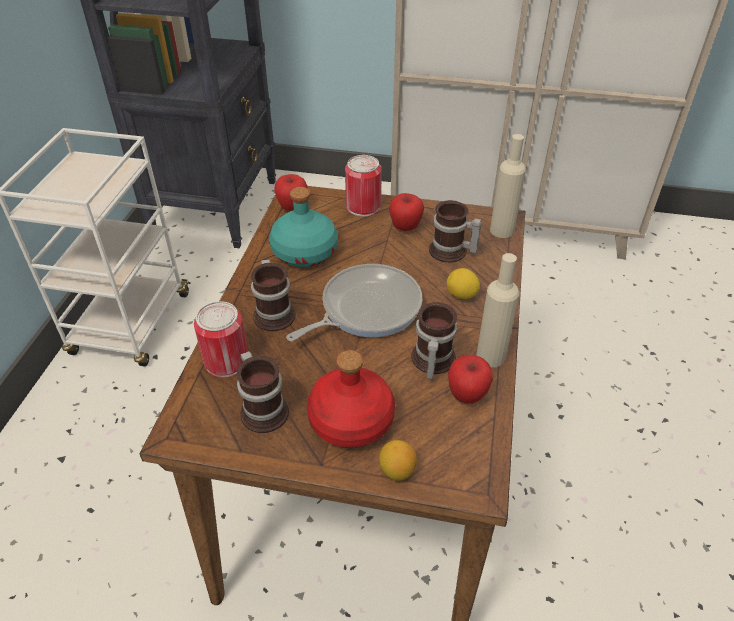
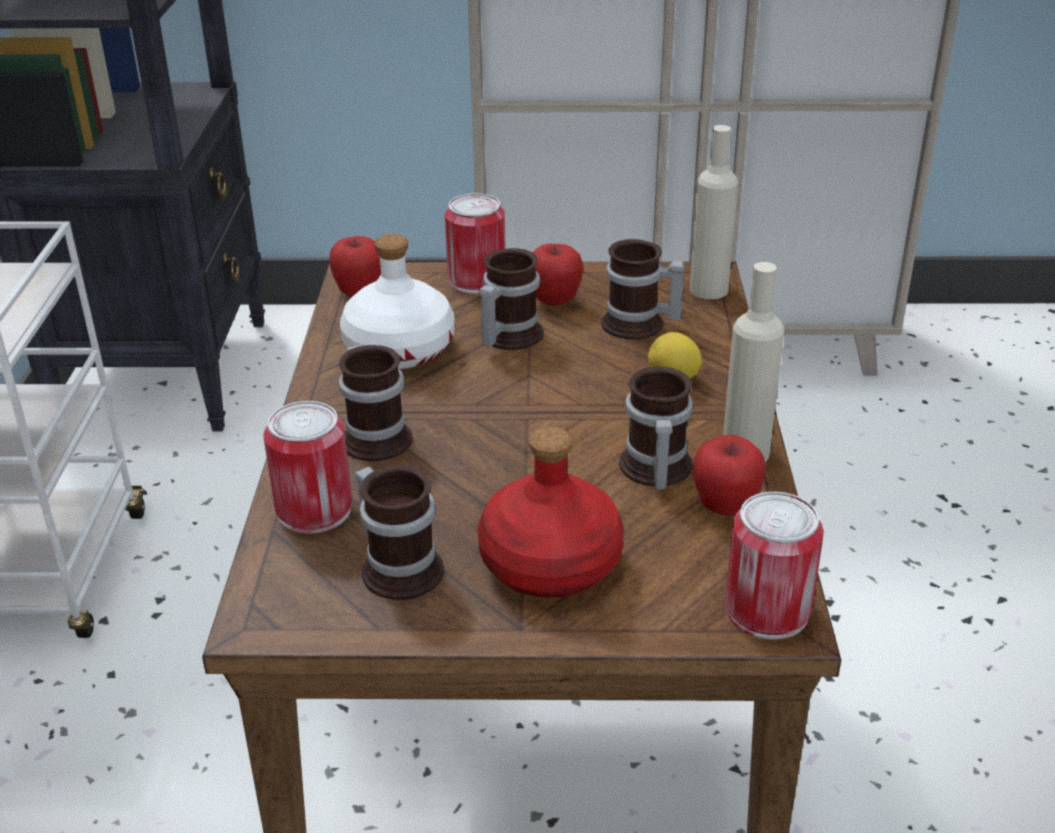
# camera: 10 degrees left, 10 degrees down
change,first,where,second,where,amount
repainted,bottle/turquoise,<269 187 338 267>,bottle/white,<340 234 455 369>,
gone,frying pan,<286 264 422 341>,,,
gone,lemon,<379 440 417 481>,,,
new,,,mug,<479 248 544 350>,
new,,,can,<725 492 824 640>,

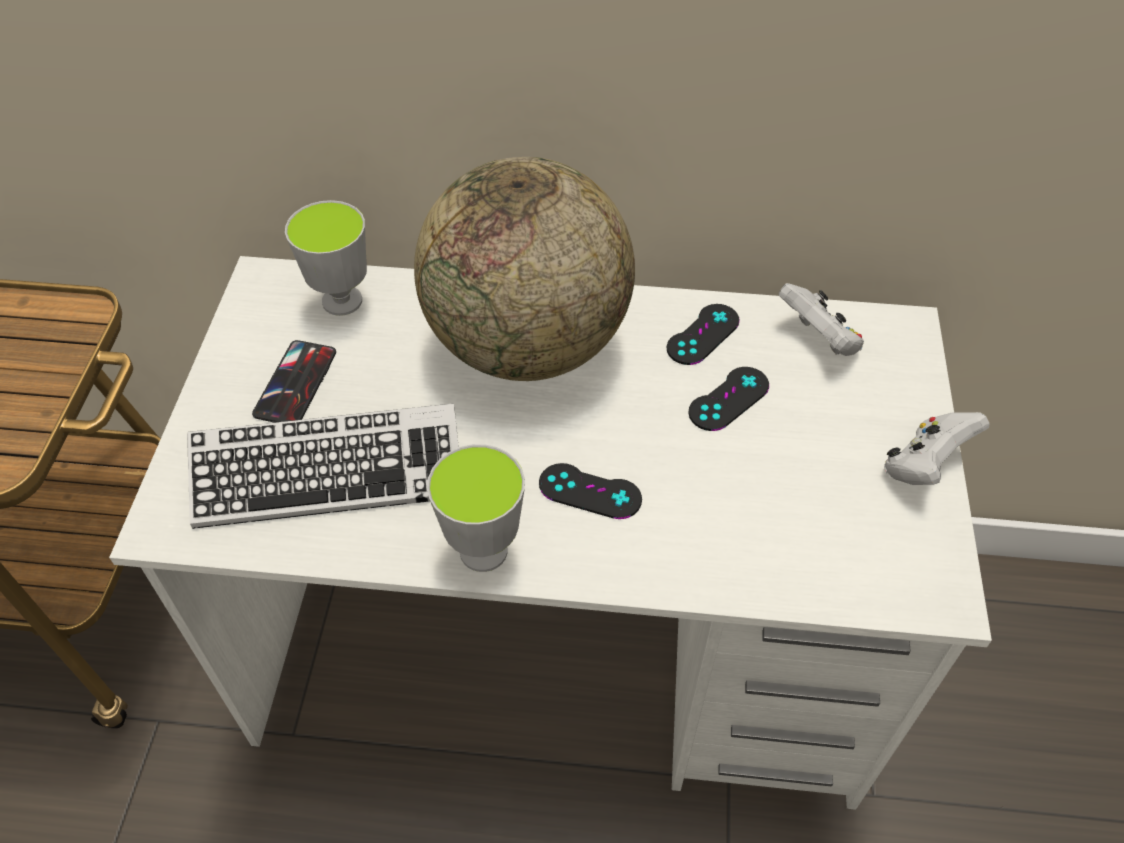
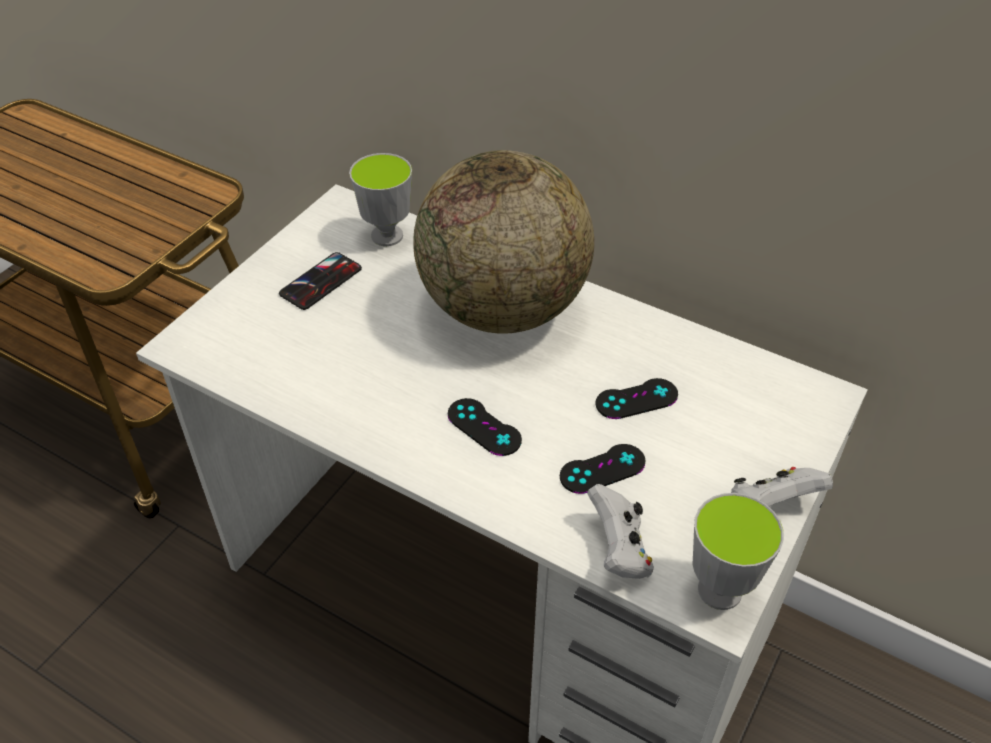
# camera: 25 degrees right, 5 degrees down
change,first,where,second,where,amount
gone,keyboard,<187 403 459 529>,,,
shifted,cup,<427 444 525 572>,,<692 493 784 610>,
shifted,game controller/black,<667 304 740 365>,,<560 444 645 494>,
shifted,game controller/white,<778 283 864 356>,,<587 484 654 579>,

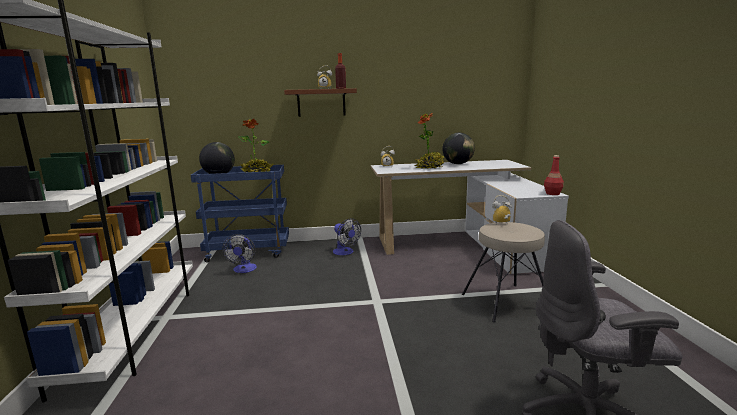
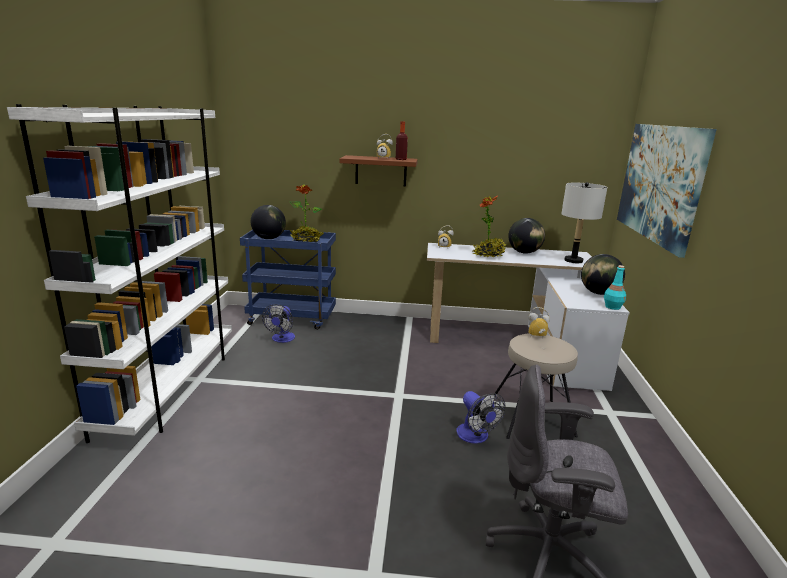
# camera: 10 degrees right, 5 degrees up
change,first,where,second,where,amount
shifted,fan,<333 218 361 255>,,<456 391 505 444>,
repainted,bottle/red,<544 155 564 195>,bottle/turquoise,<604 265 626 310>,
new,,,table lamp/grey,<561 182 607 263>,
new,,,globe,<581 254 625 295>,
new,,,picture,<617 124 717 258>,

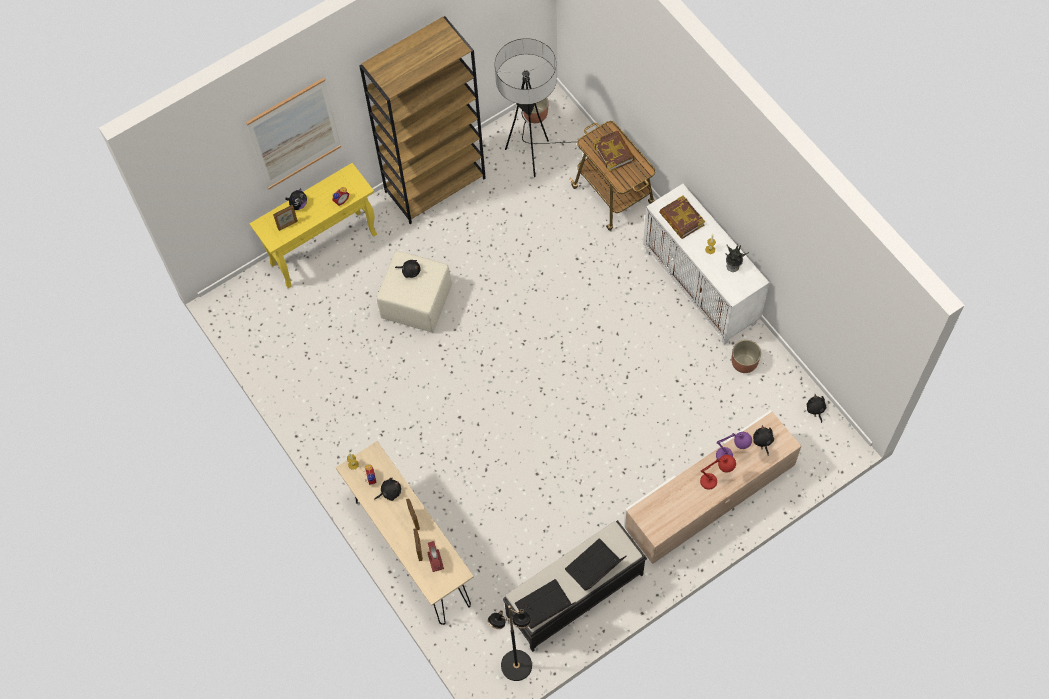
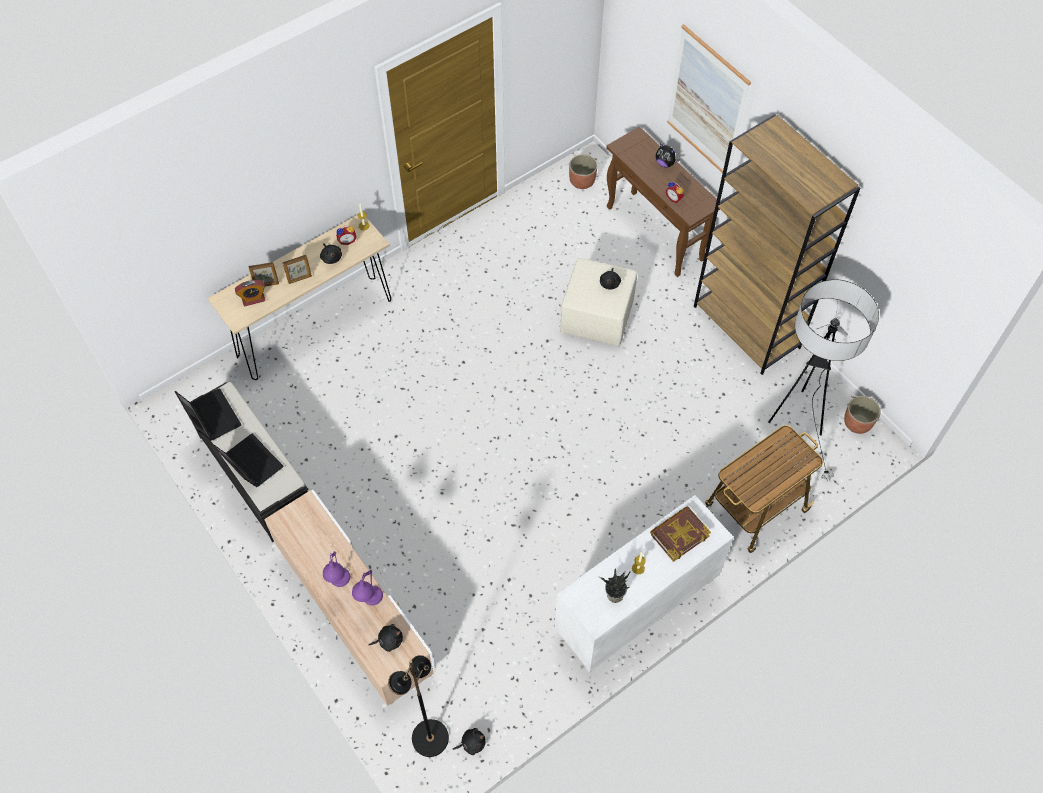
# camera: 85 degrees right, 5 degrees down
change,first,where,second,where,amount
repainted,console table/yellow,<249 163 377 288>,console table/brown,<606 126 720 277>,
gone,picture frame,<273 205 298 231>,,,
shifted,floor lamp/black,<488 606 532 681>,,<388 655 449 757>,
gone,book,<593 131 635 172>,,,
repainted,table lamp/red,<700 455 736 490>,table lamp/purple,<323 551 350 587>,
shifted,planter,<732 340 761 373>,,<569 154 597 189>,

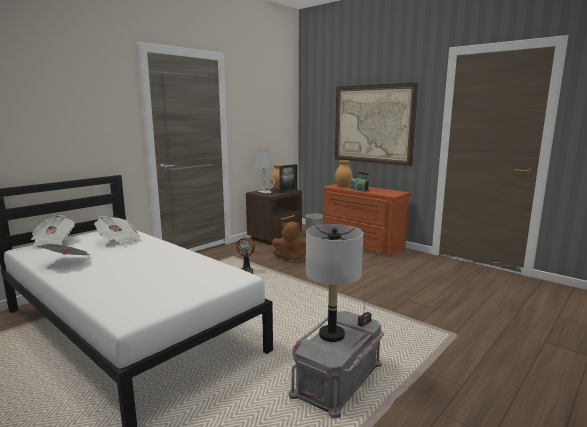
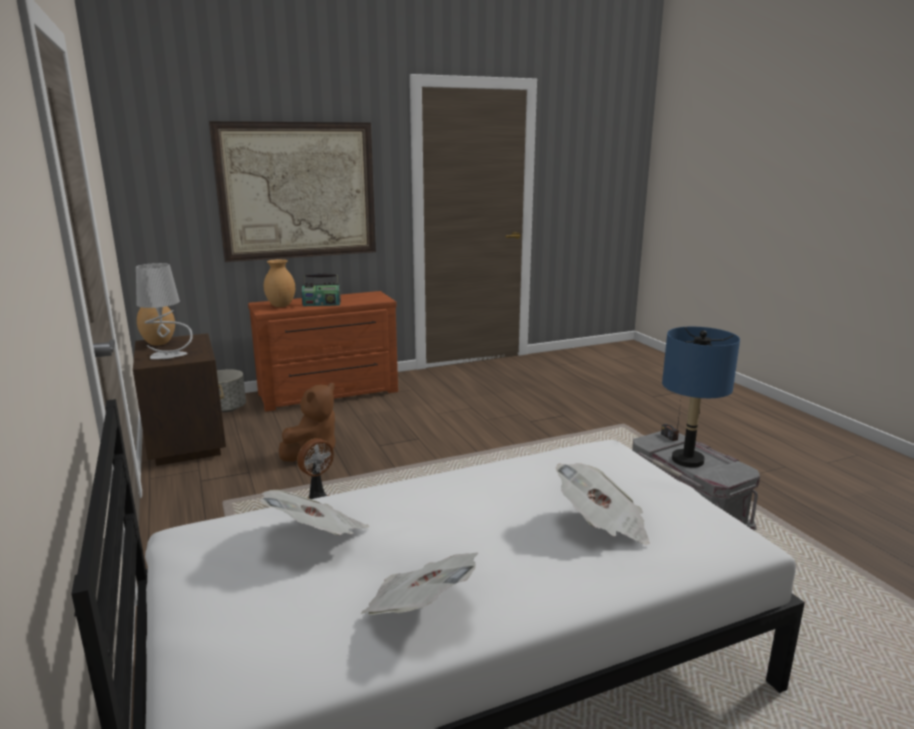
# camera: 65 degrees left, 5 degrees up
change,first,where,second,where,amount
shifted,newspaper,<31 215 75 250>,,<556 463 650 545>,
gone,picture frame,<279 164 297 193>,,,
repainted,table lamp/grey,<306 224 363 342>,table lamp/blue,<662 327 740 468>,

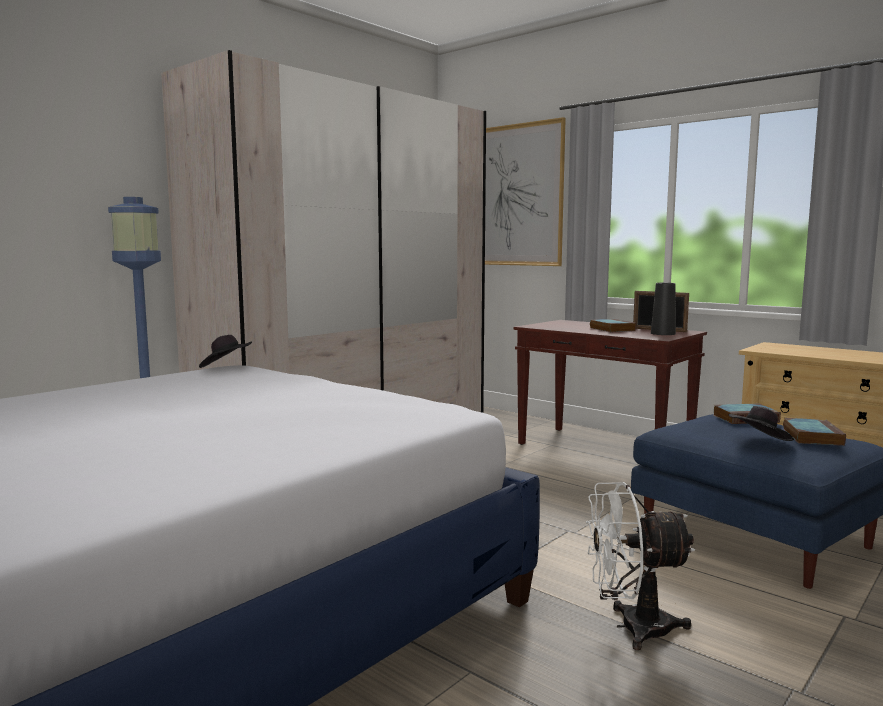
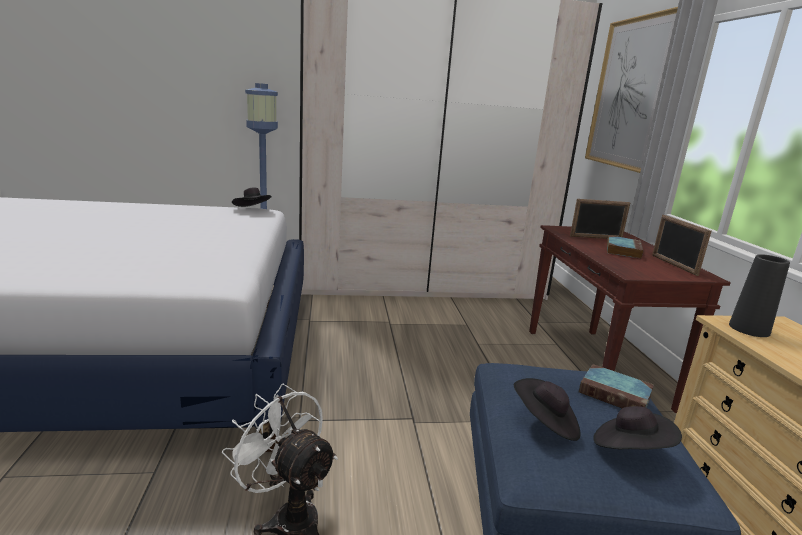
# camera: 40 degrees right, 10 degrees up
change,first,where,second,where,amount
shifted,vase/black,<651 283 676 335>,,<729 254 790 337>,
swapped,book,<783 418 846 446>,hat/black,<593 406 682 450>,
new,,,picture frame,<570 199 630 239>,

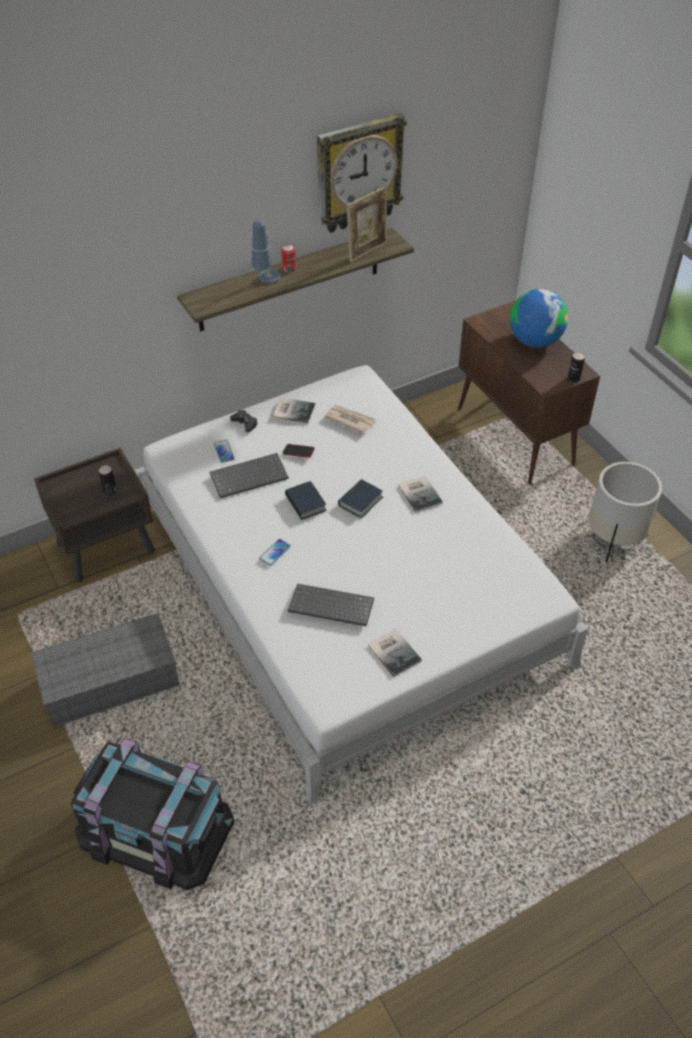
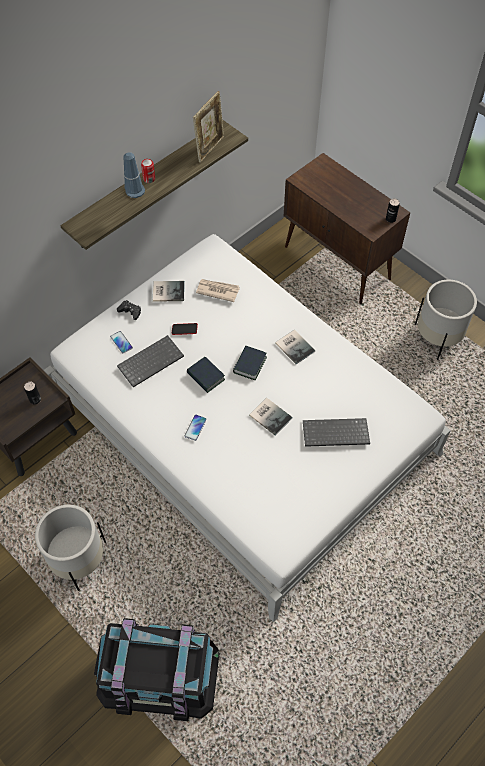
# camera: 15 degrees left, 10 degrees up
change,first,where,second,where,amount
swapped,storage box/grey,<31 613 180 728>,planter/white,<35 505 106 591>,
shifted,keyboard,<288 584 374 626>,,<303 418 370 447>,
gone,wall clock,<317 113 407 233>,,,
shifted,book,<368 629 422 677>,,<249 398 292 435>,
gone,globe,<510 289 568 347>,,,

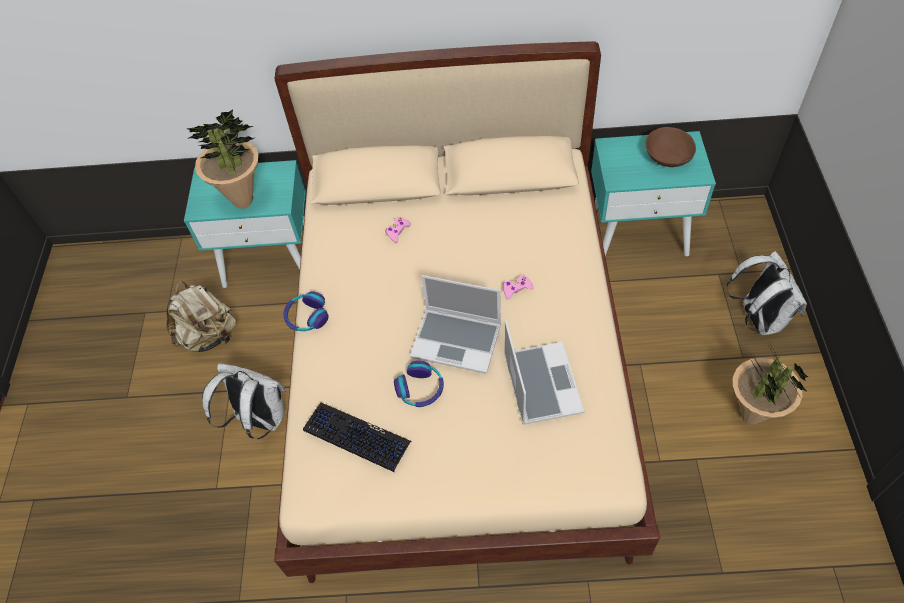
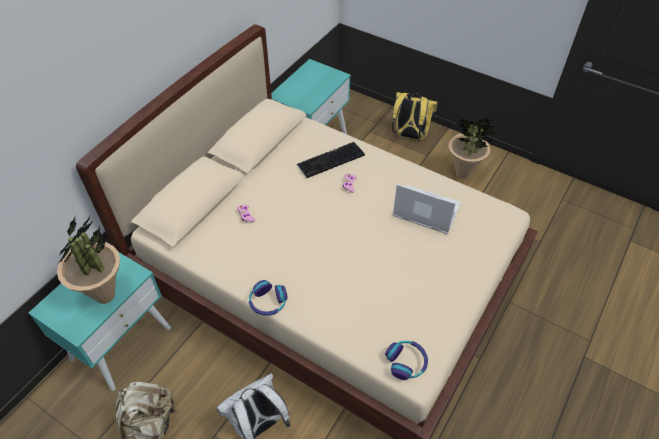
# camera: 60 degrees left, 5 degrees down
change,first,where,second,where,amount
shifted,keyboard,<303 403 411 472>,,<296 142 365 178>,
shifted,headphones,<394 361 444 407>,,<385 341 428 380>,
gone,laptop,<410 275 501 374>,,,
gone,bowl/brown,<645 127 696 167>,,,
repainted,backpack/white,<727 251 807 335>,backpack/yellow,<392 92 437 140>,

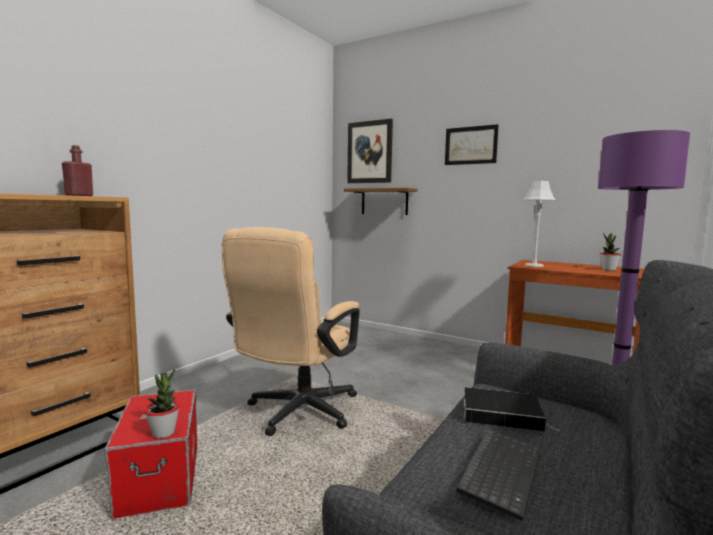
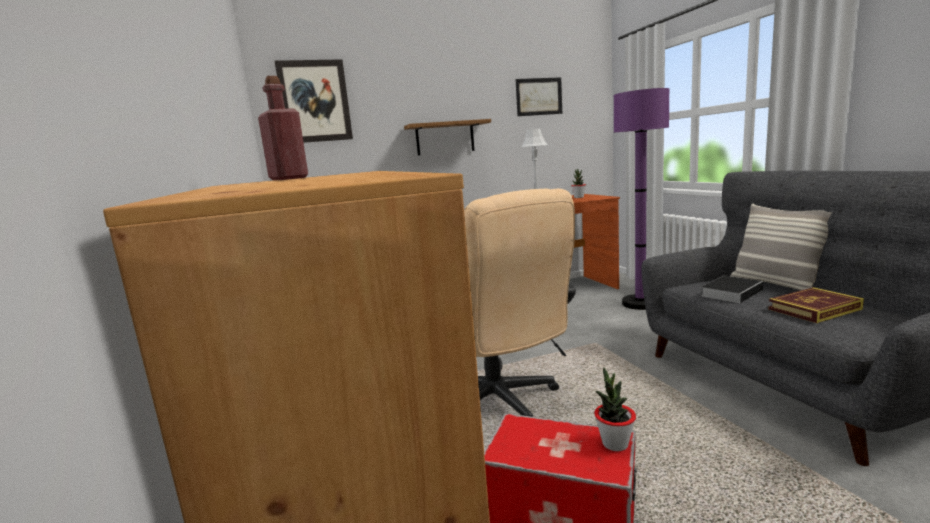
# camera: 50 degrees left, 5 degrees up
change,first,where,second,where,amount
shifted,shelf,<344 188 417 215>,,<404 119 491 155>,
shifted,picture,<445 124 499 165>,,<516 77 562 116>,
swapped,keyboard,<456 429 541 521>,book,<768 287 864 323>,
new,,,pillow,<730 204 832 290>,

